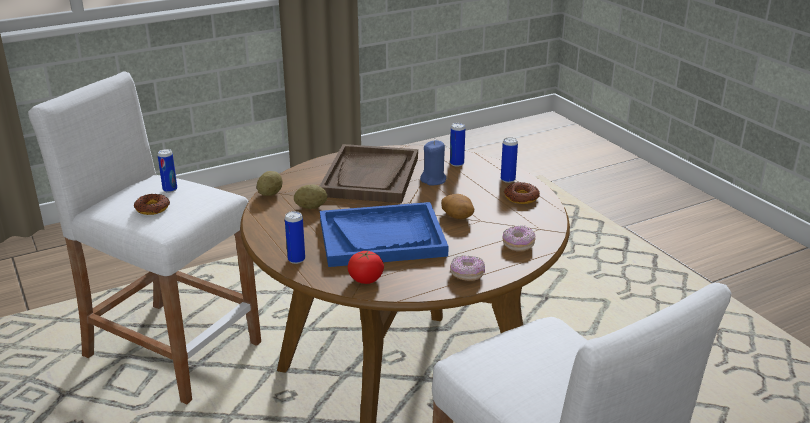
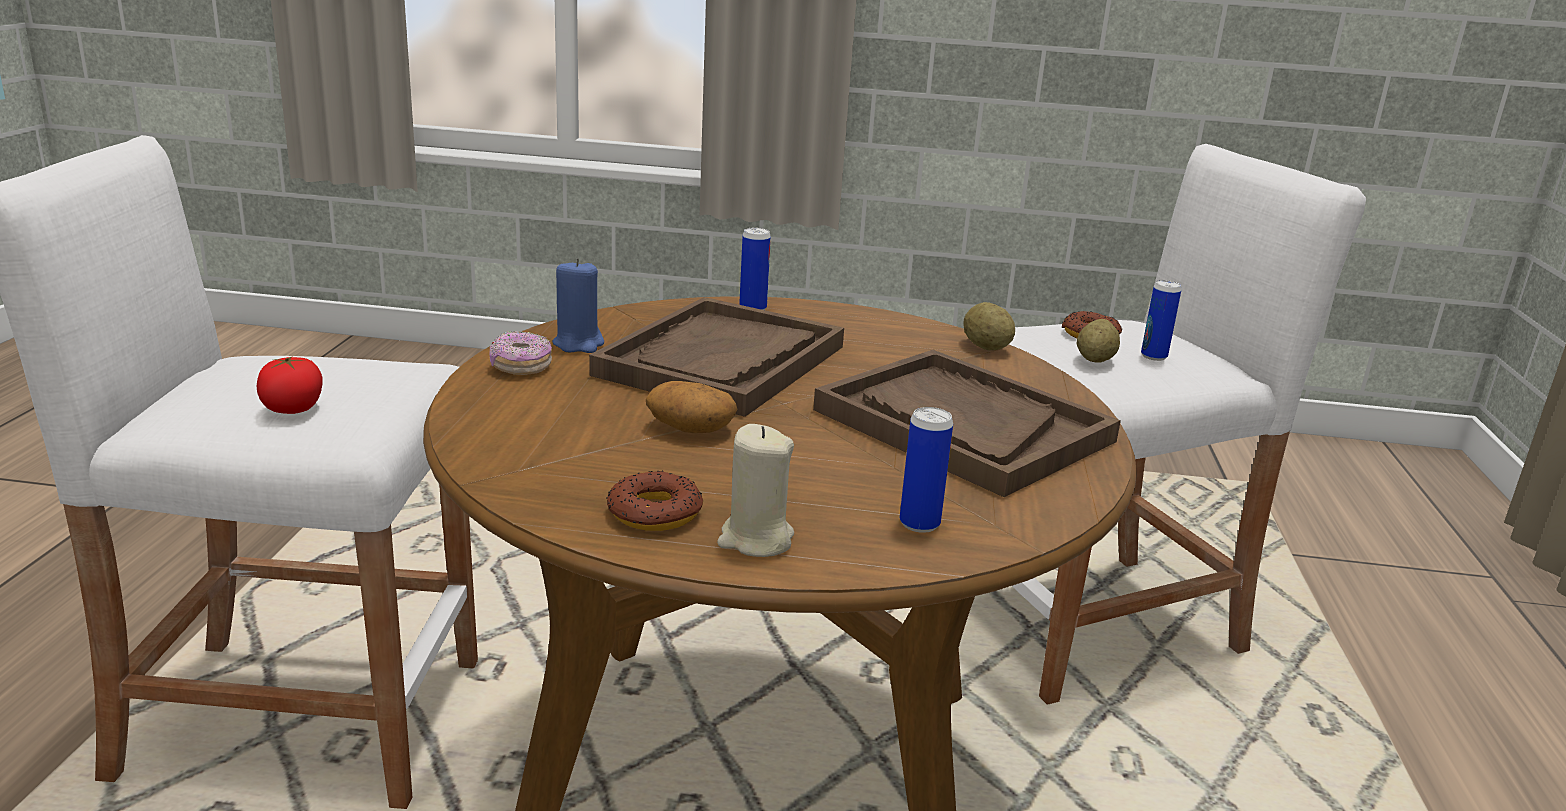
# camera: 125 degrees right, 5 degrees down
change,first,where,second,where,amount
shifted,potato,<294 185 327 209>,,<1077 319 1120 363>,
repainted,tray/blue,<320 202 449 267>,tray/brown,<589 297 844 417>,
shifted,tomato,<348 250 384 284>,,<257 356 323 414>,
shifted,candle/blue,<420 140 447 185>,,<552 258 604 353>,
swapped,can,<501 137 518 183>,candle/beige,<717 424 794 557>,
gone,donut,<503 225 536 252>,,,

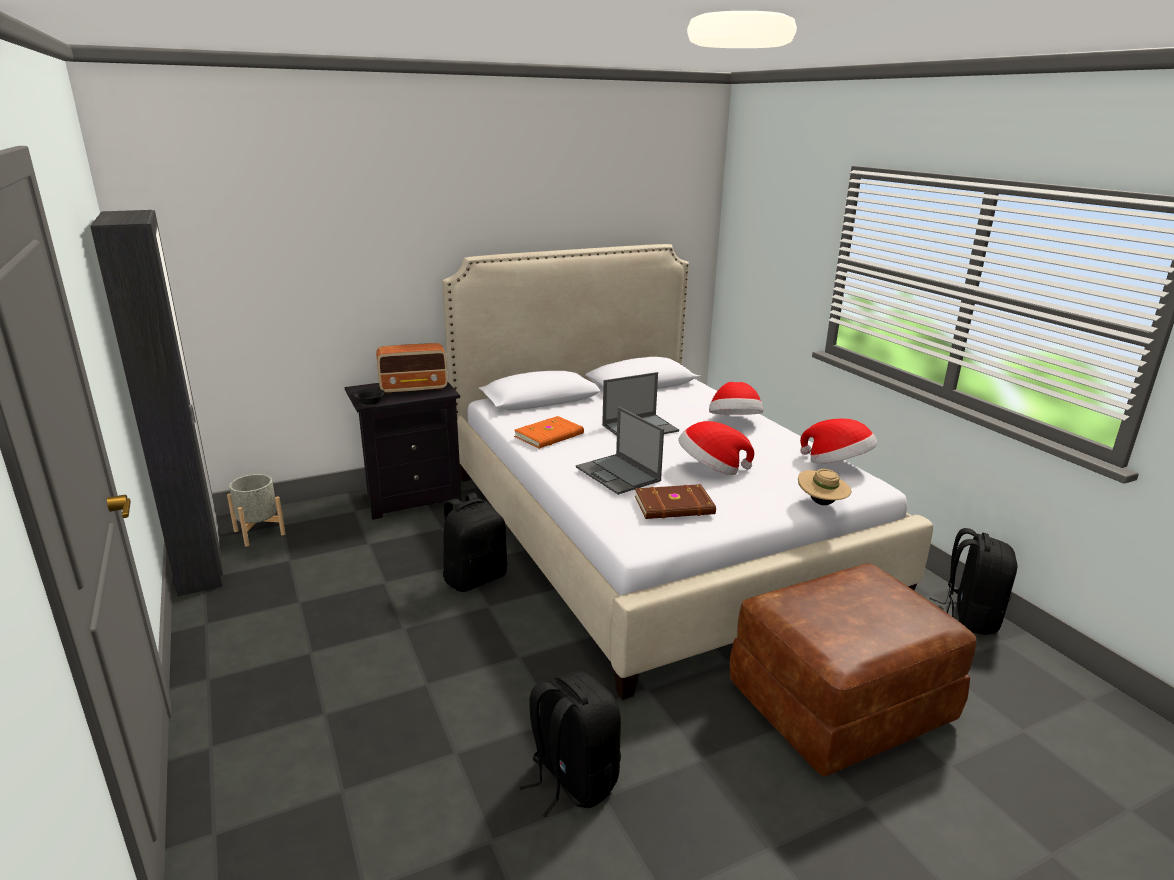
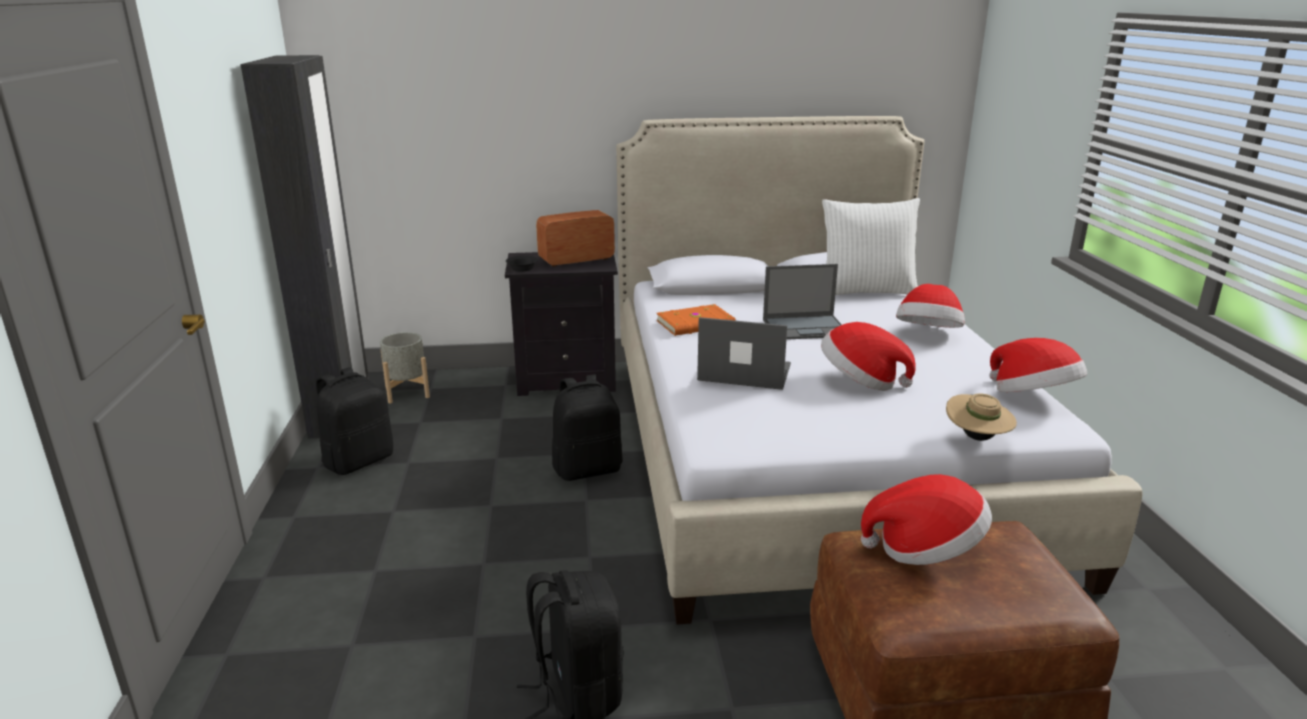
# camera: 20 degrees right, 0 degrees up
change,first,where,second,where,amount
rotated,radio,<376 343 448 394>,,<536 210 615 267>,150 degrees clockwise
rotated,laptop,<576 407 664 495>,,<697 317 791 390>,120 degrees clockwise
gone,book/brown,<635 484 716 519>,,,
shifted,backpack/black,<929 528 1017 635>,,<316 367 393 475>,
new,,,pillow/white,<822 198 920 295>,
new,,,hat,<861 474 992 565>,

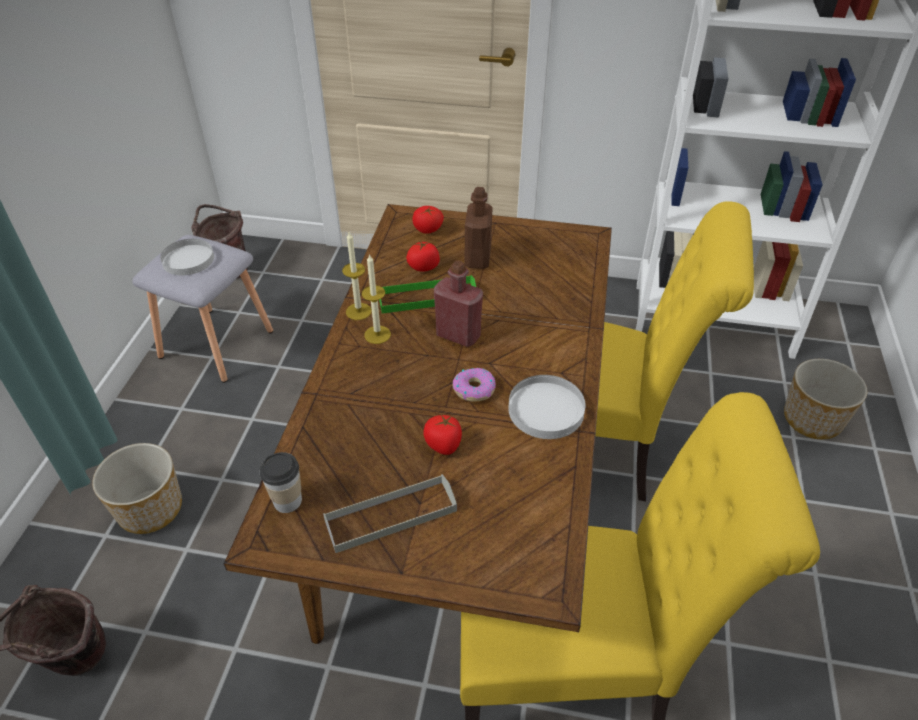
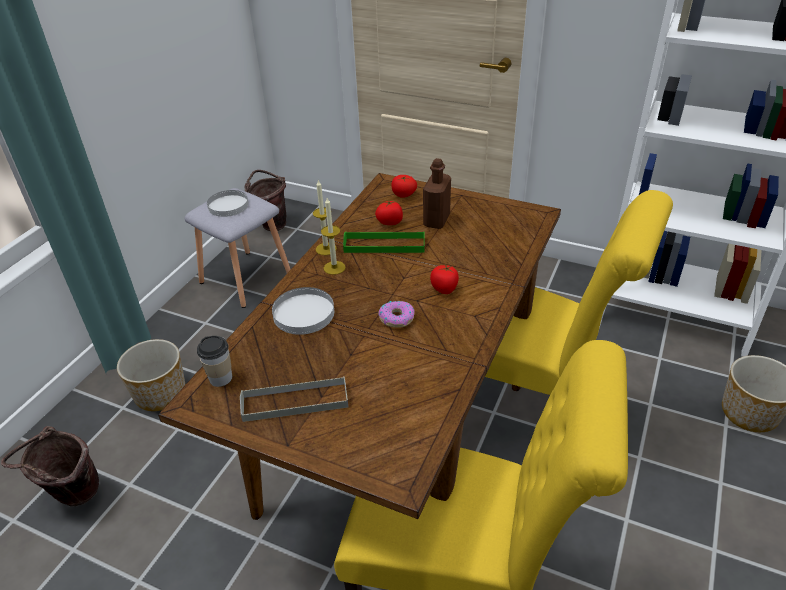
# camera: 15 degrees right, 5 degrees down
change,first,where,second,where,amount
shifted,tomato,<424 415 462 455>,,<430 265 459 294>,
gone,bottle/red,<434 261 483 347>,,,
shifted,plate/white,<508 375 586 439>,,<272 287 334 335>,

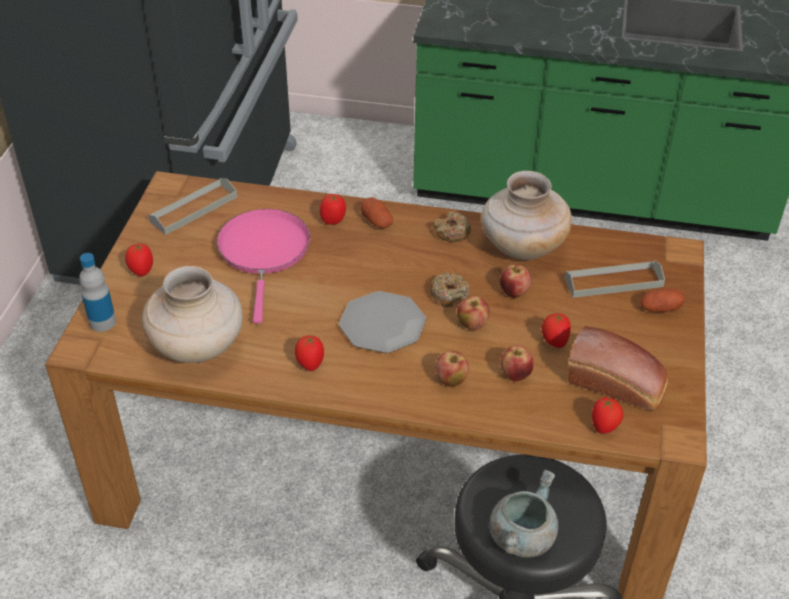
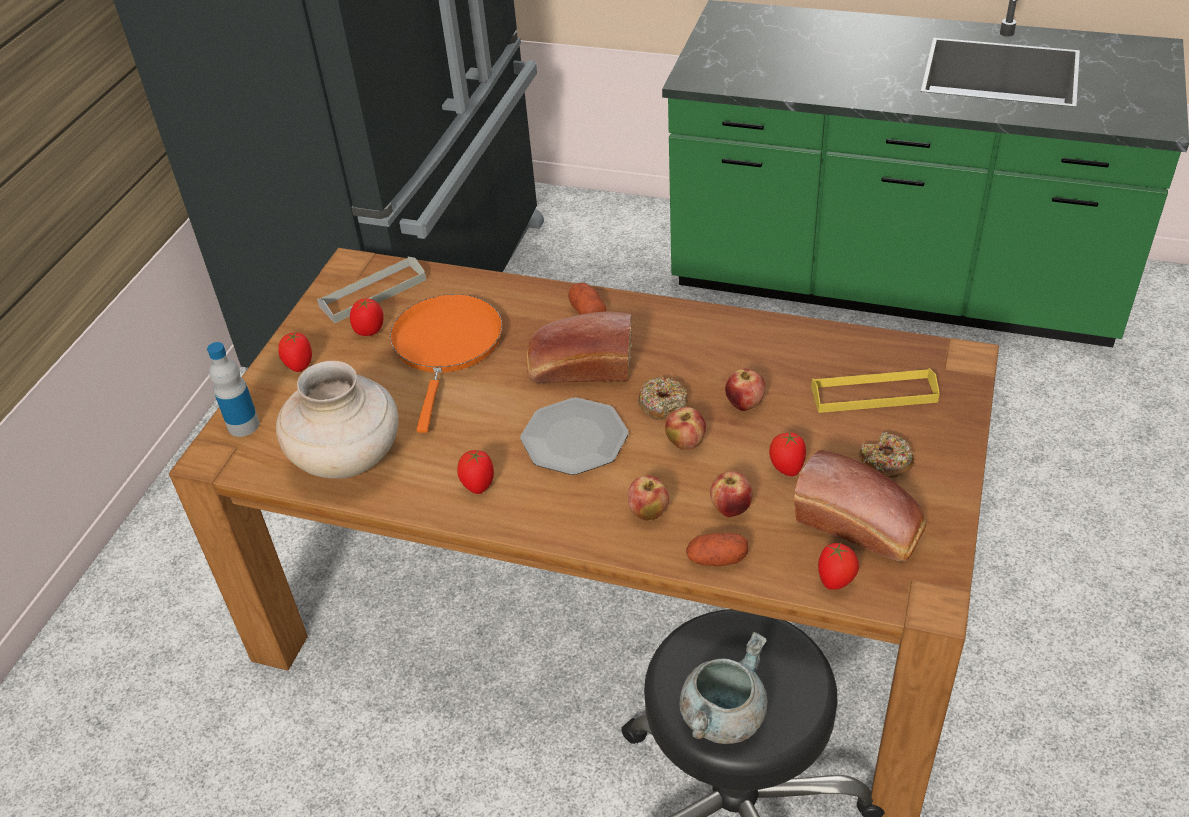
# camera: 10 degrees right, 0 degrees up
change,first,where,second,where,amount
repainted,frying pan/pink,<217 209 310 323>,frying pan/orange,<390 294 503 433>,
shifted,tomato,<320 194 346 225>,,<350 298 383 336>,
shifted,donut,<433 211 471 242>,,<859 432 914 478>,
gone,vase/beige,<481 171 572 260>,,,
repainted,tray/grey,<564 260 665 298>,tray/yellow,<811 368 940 413>,
shifted,potato,<640 288 685 312>,,<686 533 748 566>,
new,,,bread,<526 311 632 383>,

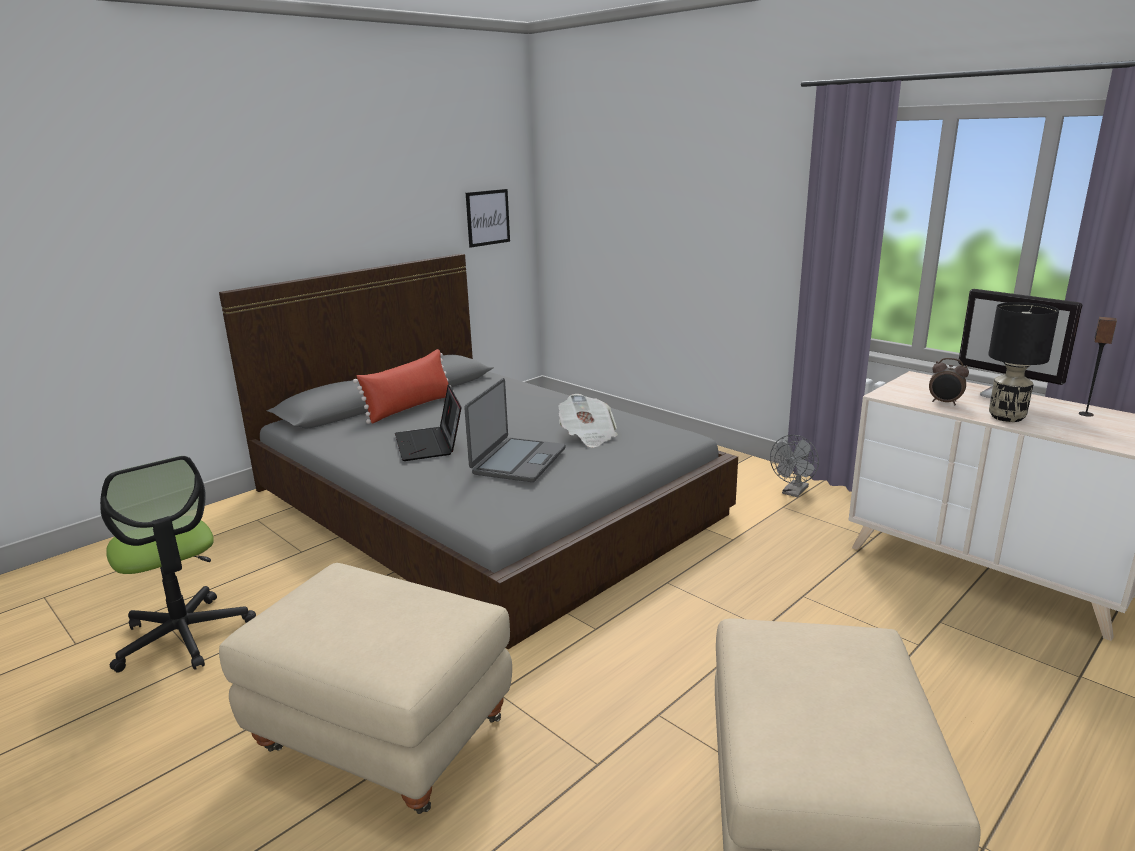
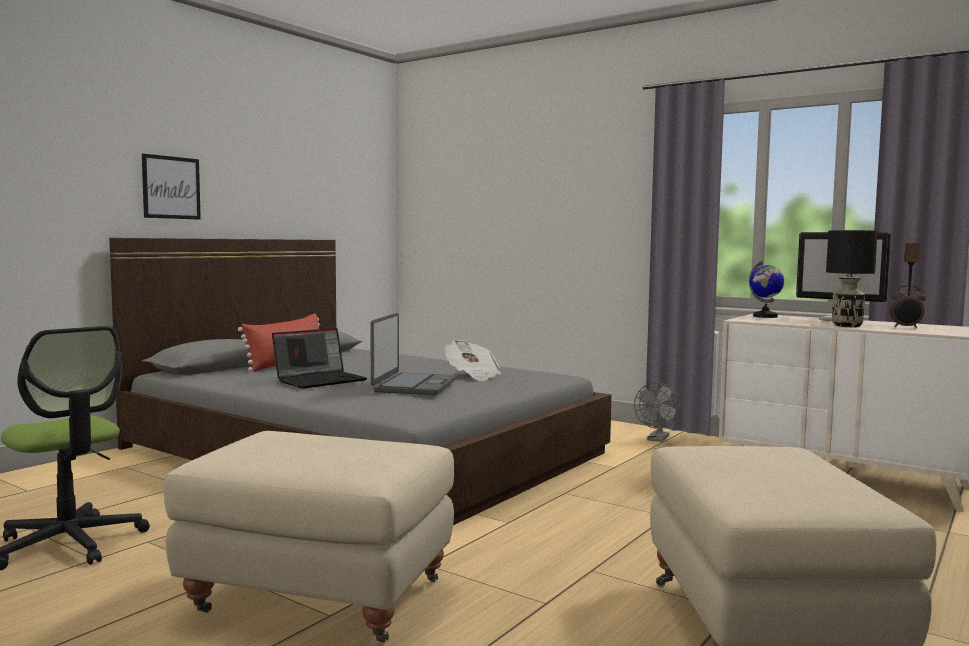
# camera: 10 degrees left, 15 degrees down
change,first,where,second,where,amount
rotated,laptop,<395 384 462 461>,,<272 328 367 389>,105 degrees counterclockwise
shifted,picture,<466 189 510 248>,,<142 154 201 220>,
shifted,alarm clock,<929 358 969 405>,,<890 285 926 329>,
new,,,globe,<749 260 784 318>,

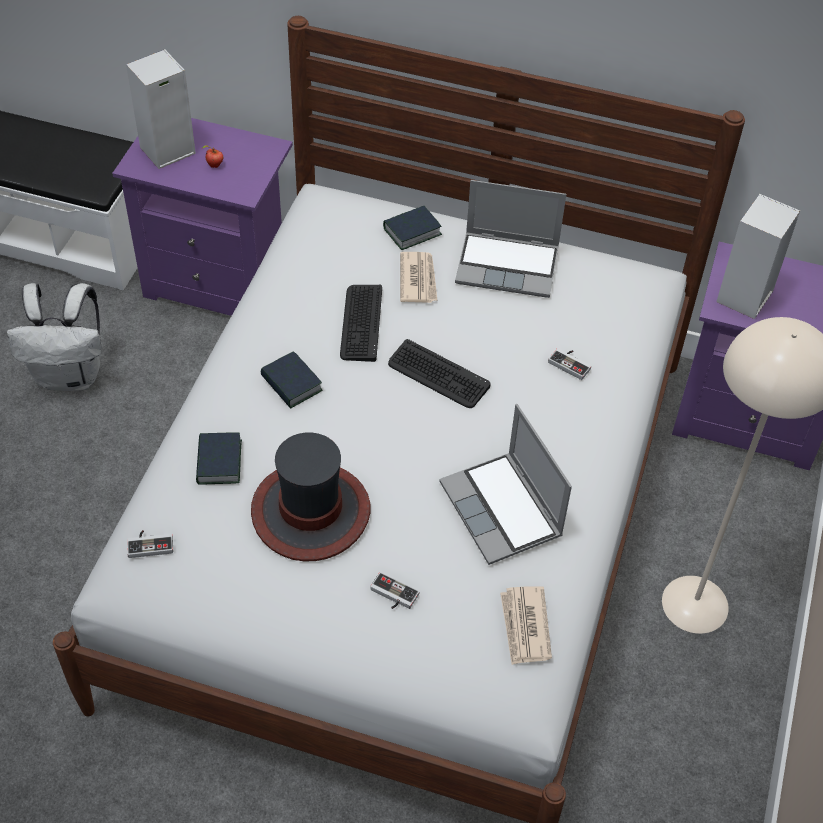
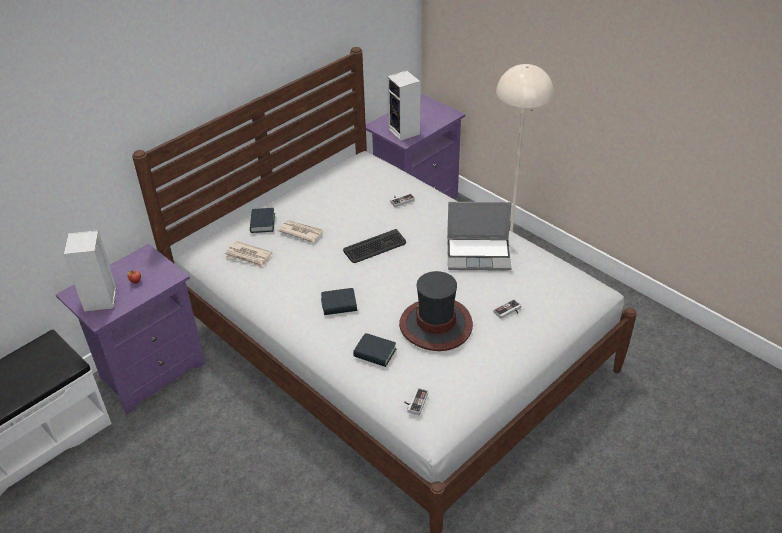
# camera: 60 degrees left, 10 degrees down
change,first,where,second,where,amount
gone,backpack/white,<7 283 102 391>,,,
gone,keyboard,<340 285 382 362>,,,
gone,laptop,<455 180 566 298>,,,
shifted,newspaper,<500 586 552 665>,,<225 241 272 268>,

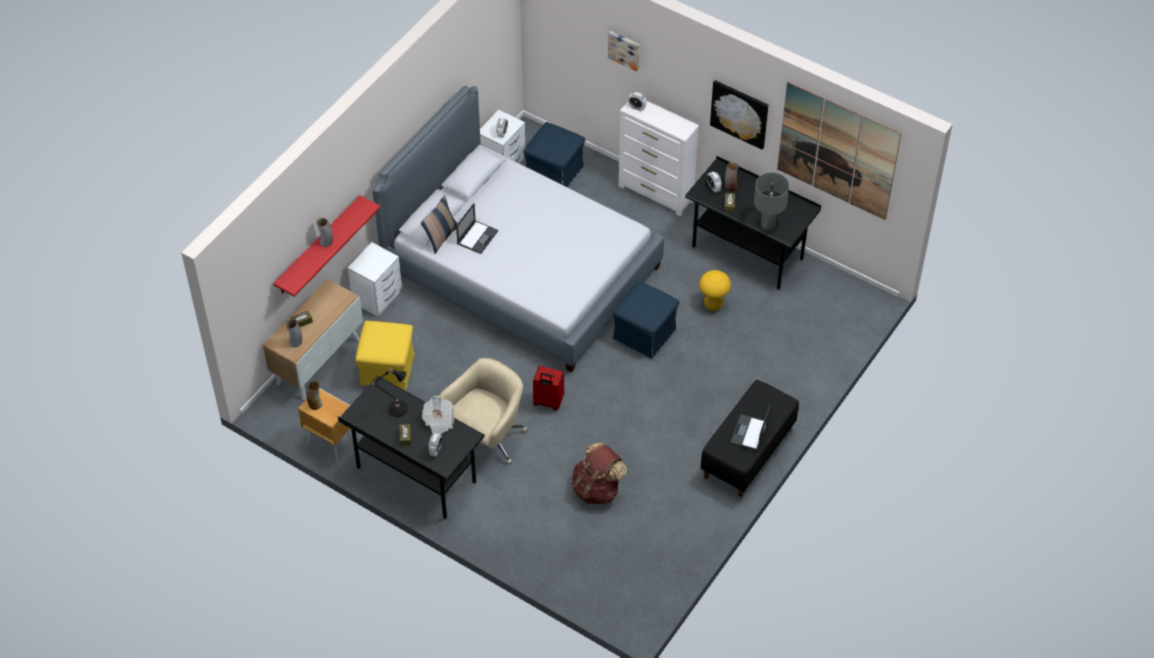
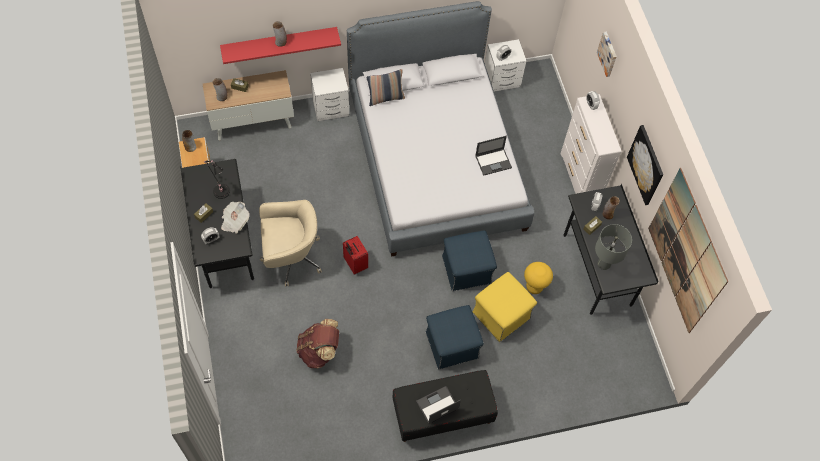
# camera: 40 degrees right, 10 degrees up
change,first,where,second,where,amount
shifted,ottoman/yellow,<355 321 415 390>,,<472 272 537 342>,
shifted,laptop,<456 203 498 254>,,<475 136 512 176>,
shifted,ottoman/blue,<523 122 585 187>,,<426 305 484 369>,

